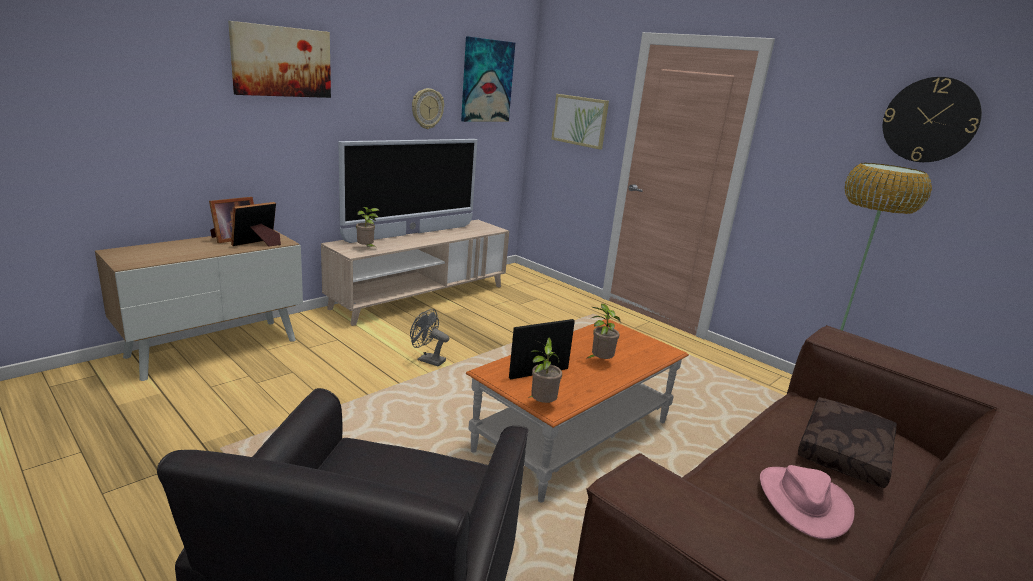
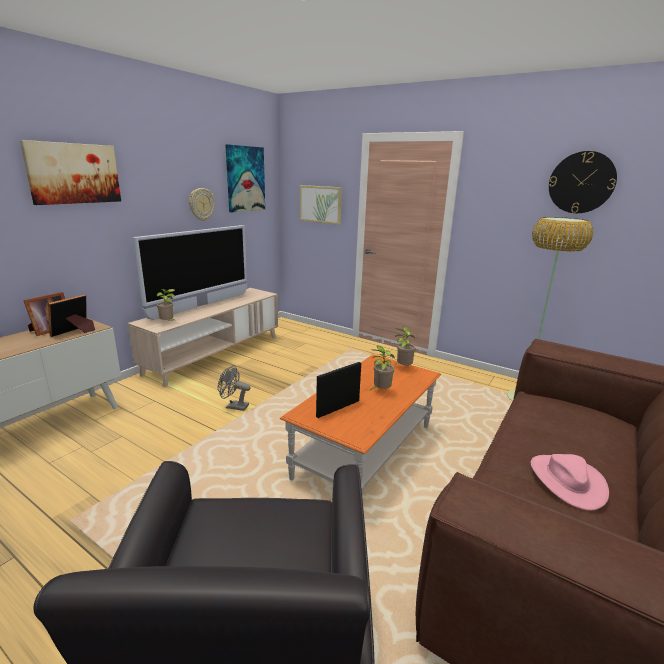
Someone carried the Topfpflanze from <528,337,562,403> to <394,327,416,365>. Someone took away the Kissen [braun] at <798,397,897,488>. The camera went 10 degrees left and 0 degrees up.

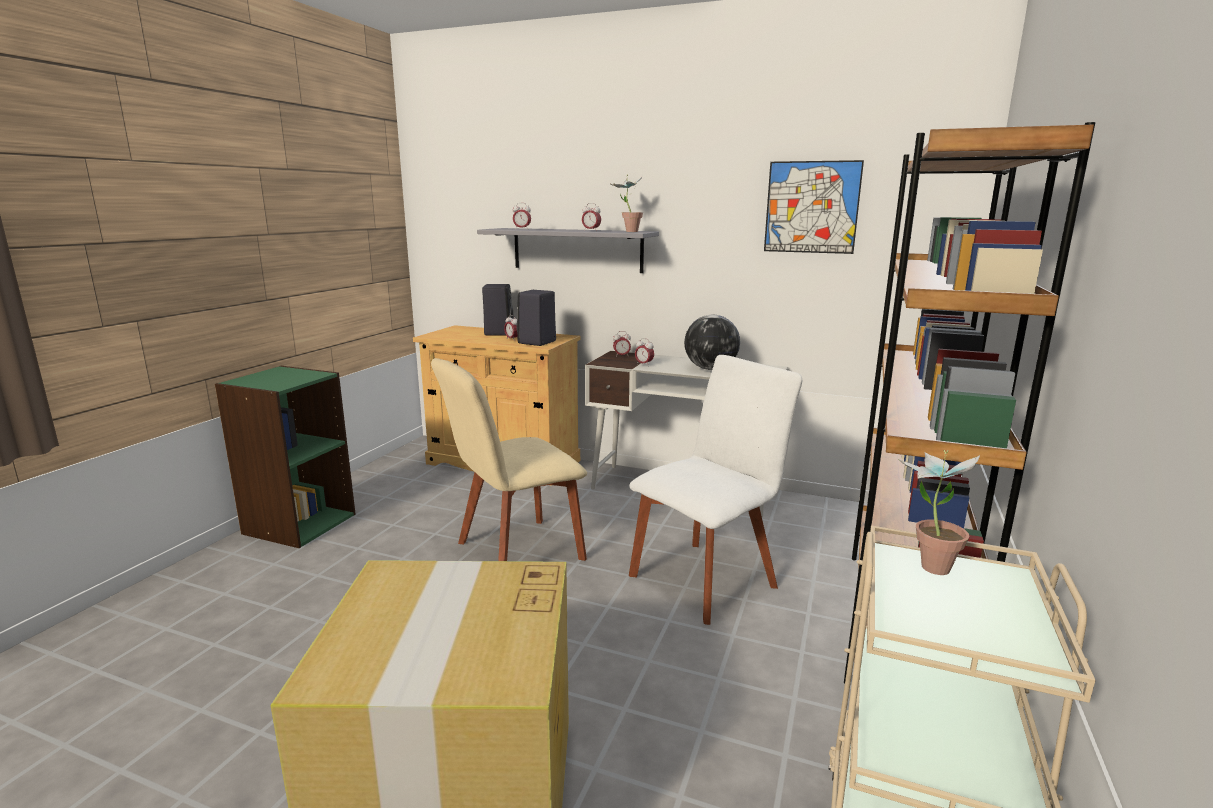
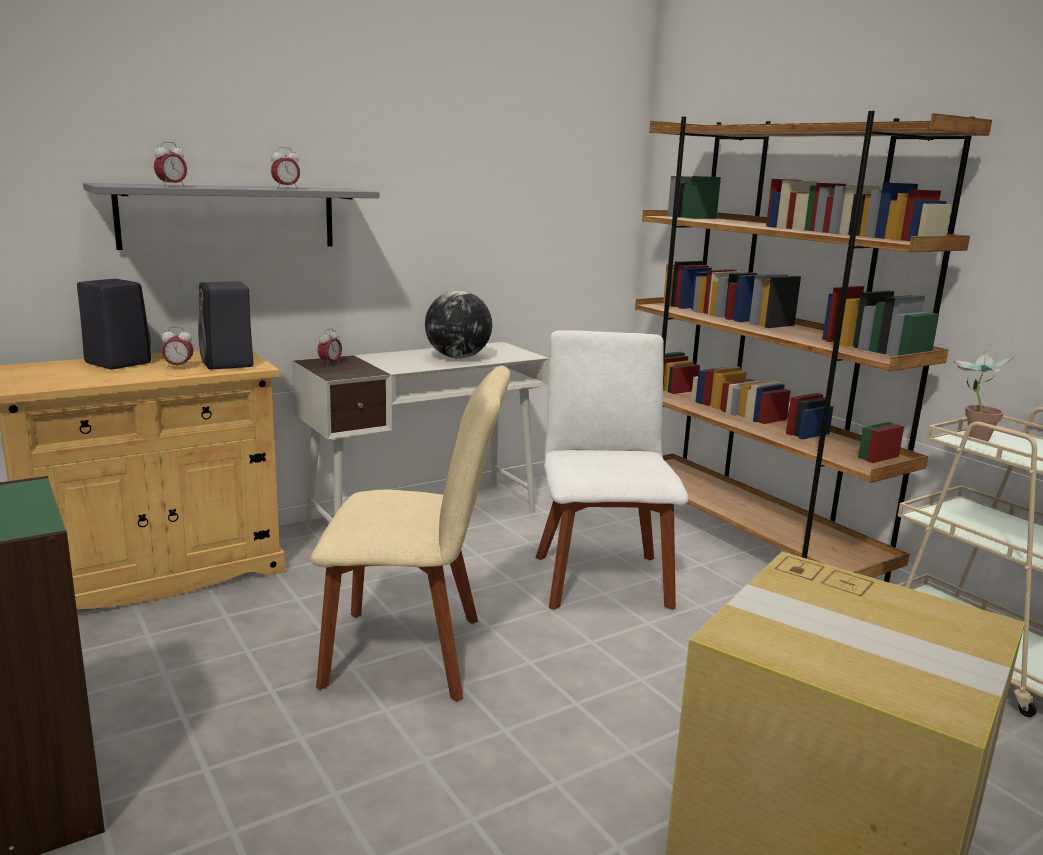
Someone took away the Bild at <764,160,864,254>. Someone took away the Topfpflanze at <611,174,643,232>. Someone took away the Wecker at <635,338,654,364>. Someone rotated the Stuhl [beige] at <431,358,587,561> by 90 degrees counterclockwise. The camera went 55 degrees left and 0 degrees up.

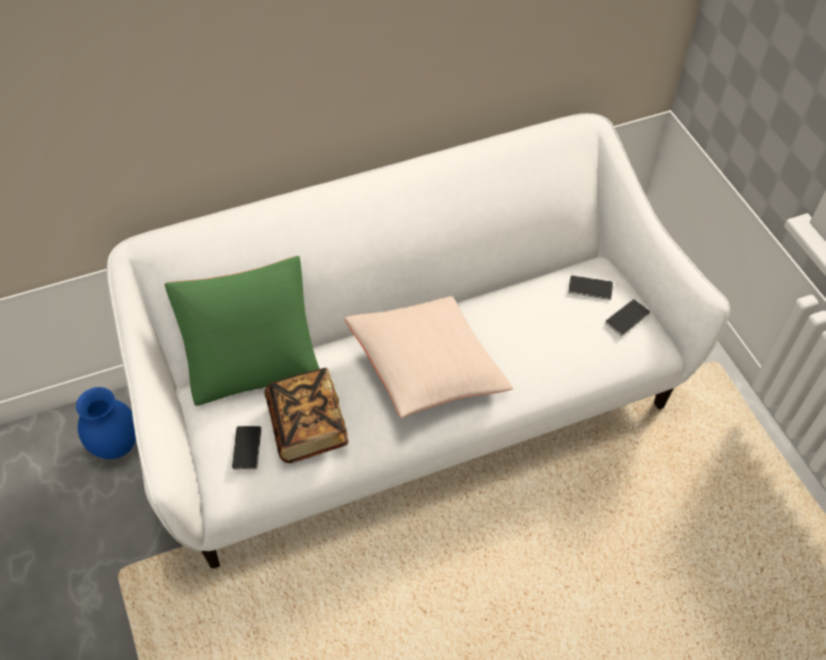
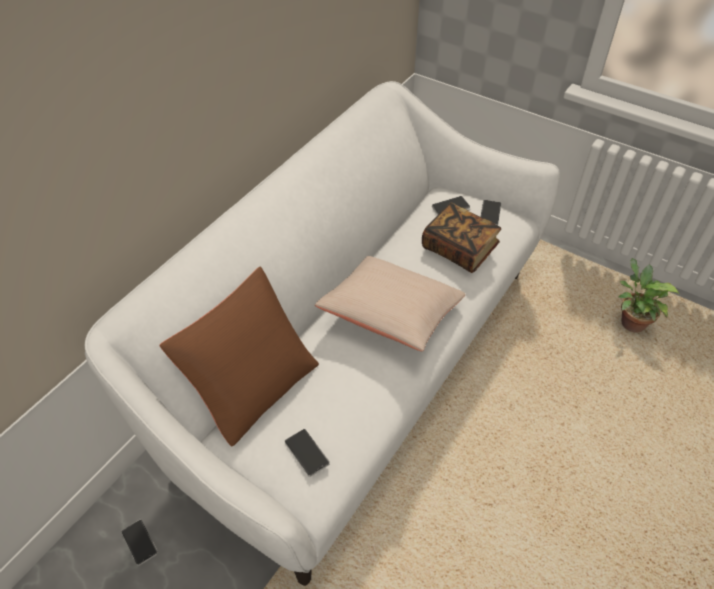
Someone repainted the Kissen [grün] at <165,256,320,406>, which became the Kissen [braun] at <160,267,319,447>. Someone carried the Buch from <265,368,348,463> to <422,203,501,273>. Someone swapped the Vase [blau] at <76,387,136,459> for the Handy at <121,519,158,566>. Someone put down the Topfpflanze at <618,258,680,332>. The camera went 35 degrees left and 5 degrees down.

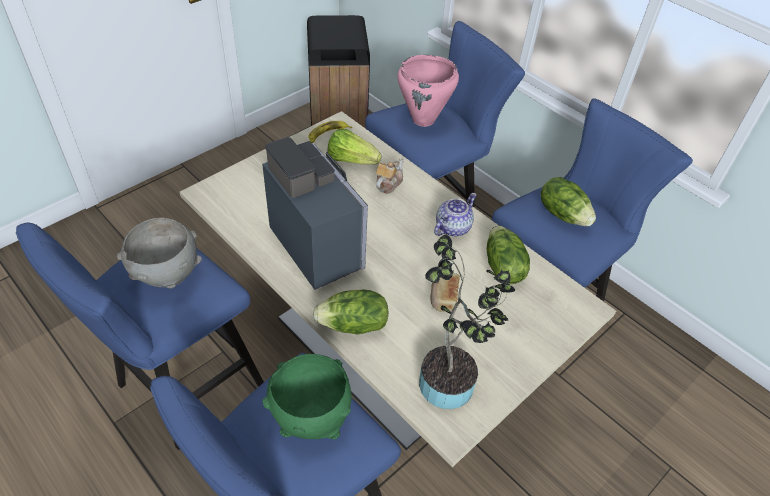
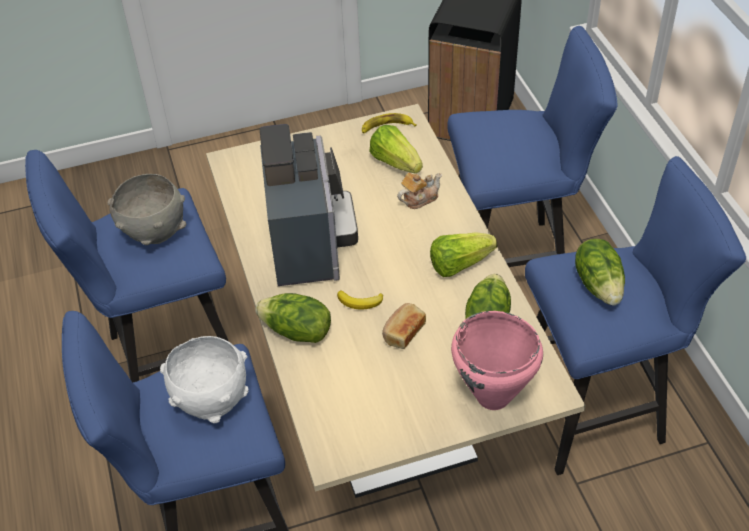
Someone carried the Kochtopf [rosa] from <397,55,459,127> to <451,311,543,410>. Someone swapped the Teekanne at <434,193,477,236> for the Salatkopf at <430,232,497,277>. Someone took away the Topfpflanze at <419,234,515,409>. Someone repainted the Schüssel [grün] at <262,354,352,439>, which became the Schüssel [weiß] at <160,336,248,423>. Someone put down the Banane at <337,290,383,310>. The camera went 30 degrees right and 0 degrees up.

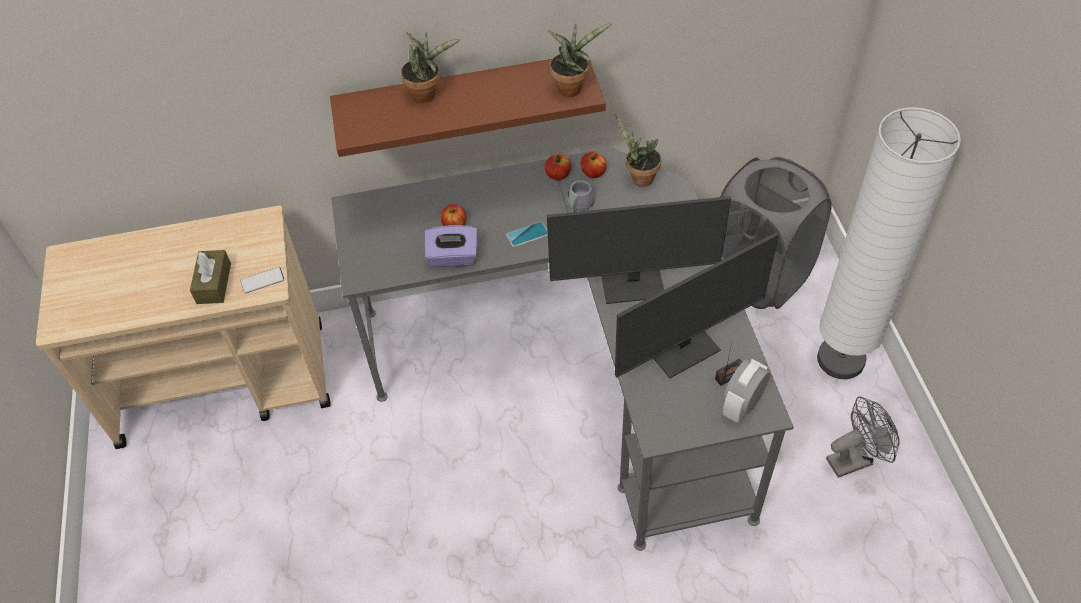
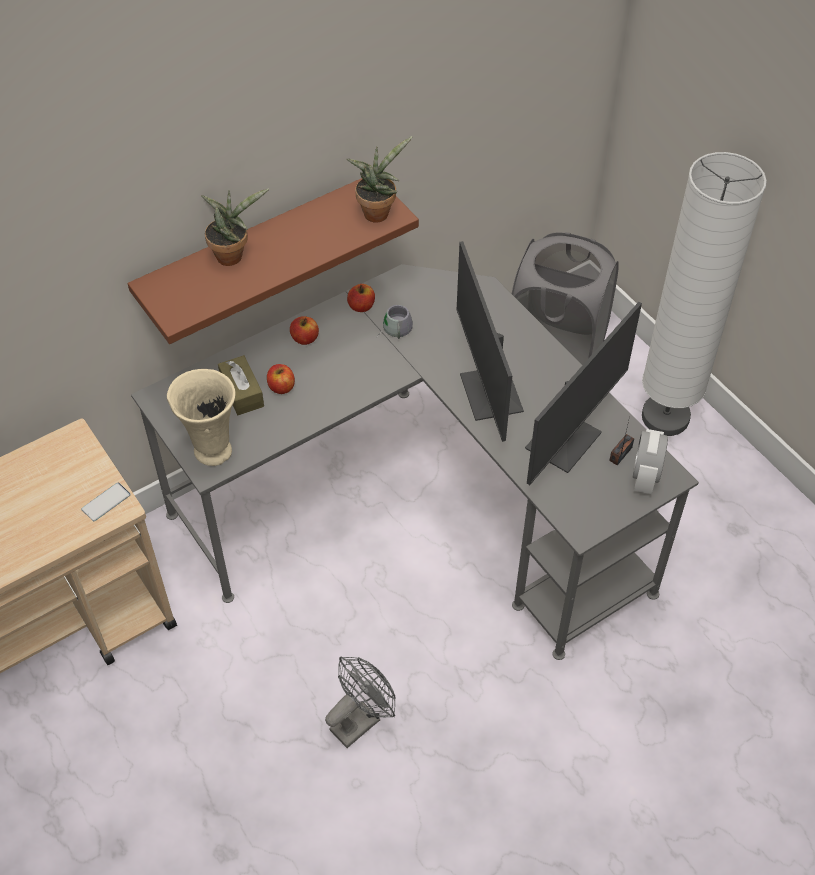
Someone took away the Topfpflanze at <615,112,661,187>. Someone carried the Apfel from <581,152,607,178> to <290,316,319,345>. Someone rotated the Monitor at <547,196,731,304> by 105 degrees clockwise. Someone took away the Handy at <506,222,548,247>. Someone took away the Taschentuchbox [lila] at <425,225,478,267>. Someone carried the Taschentuchbox [braun] from <190,250,231,304> to <218,355,264,415>. Someone carried the Ventilator [grau] from <826,396,900,478> to <325,657,396,748>. Someone put down the Vase [beige] at <167,369,235,466>. The camera went 25 degrees left and 0 degrees up.

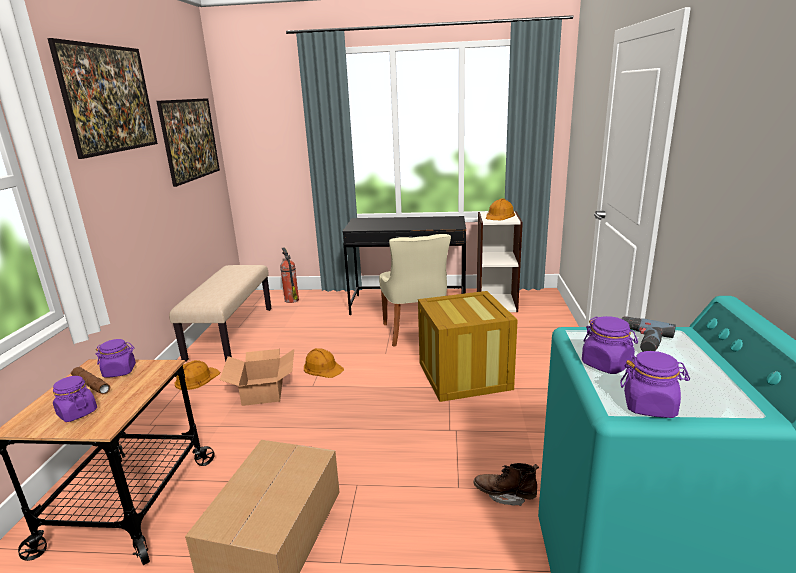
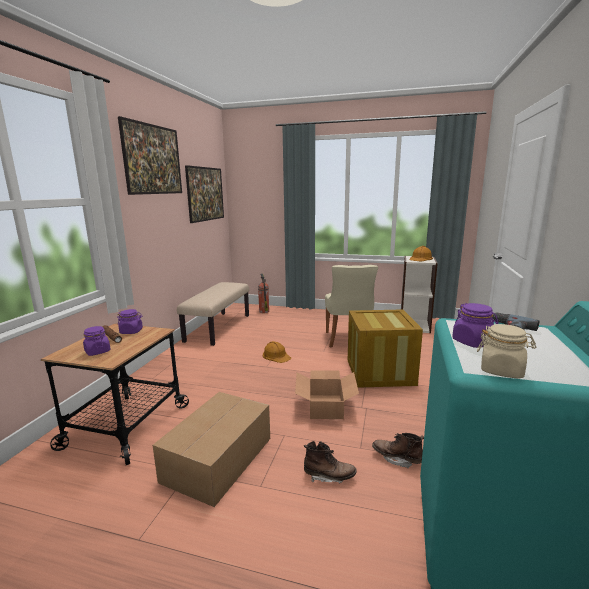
Someone took away the Schreibtisch [schwarz] at <343,216,466,315>. Someone carried the Karton from <220,349,294,406> to <295,370,359,419>. Someone repainted the Vorratsglas [lila] at <620,351,690,418>, which became the Vorratsglas [beige] at <477,324,536,379>. Someone took away the Schutzhelm [orange] at <175,360,220,390>. Someone put down the Stiefel [braun] at <304,441,357,484>. The camera went 10 degrees right and 5 degrees down.

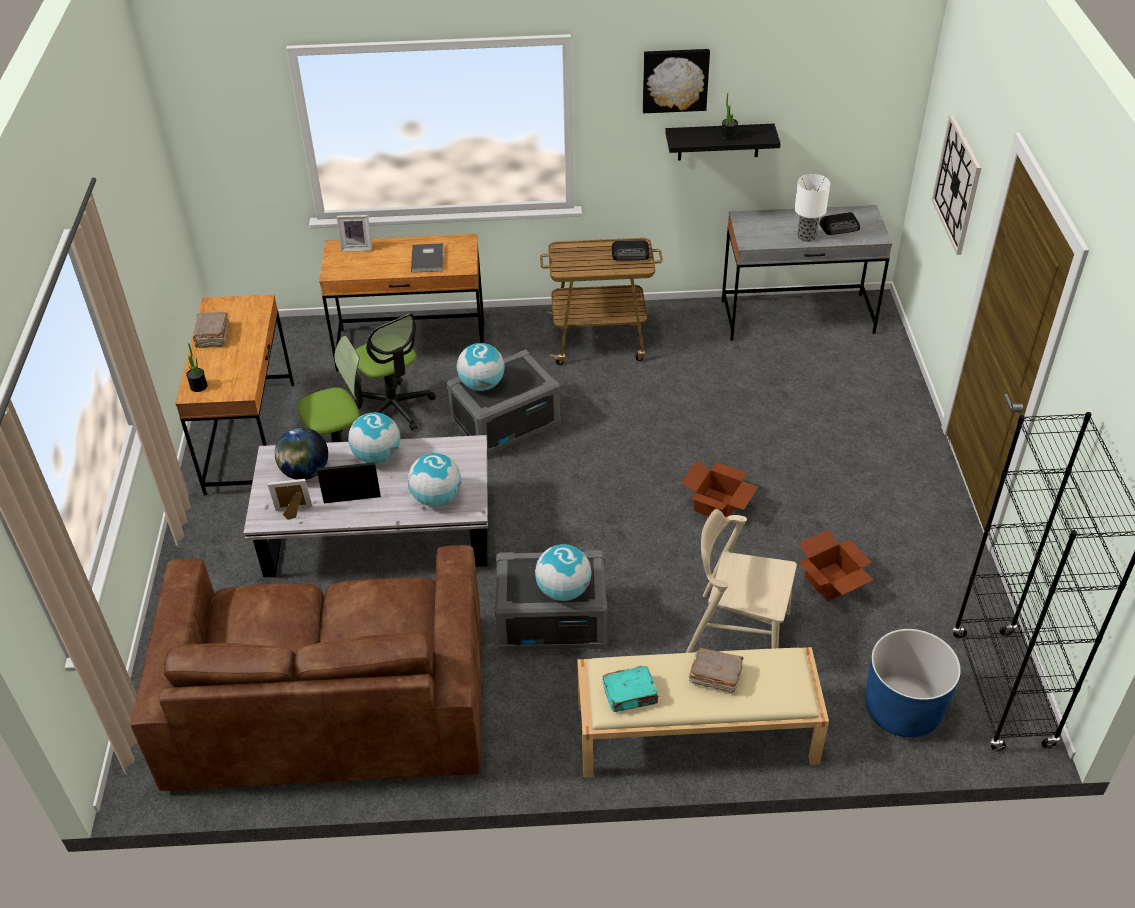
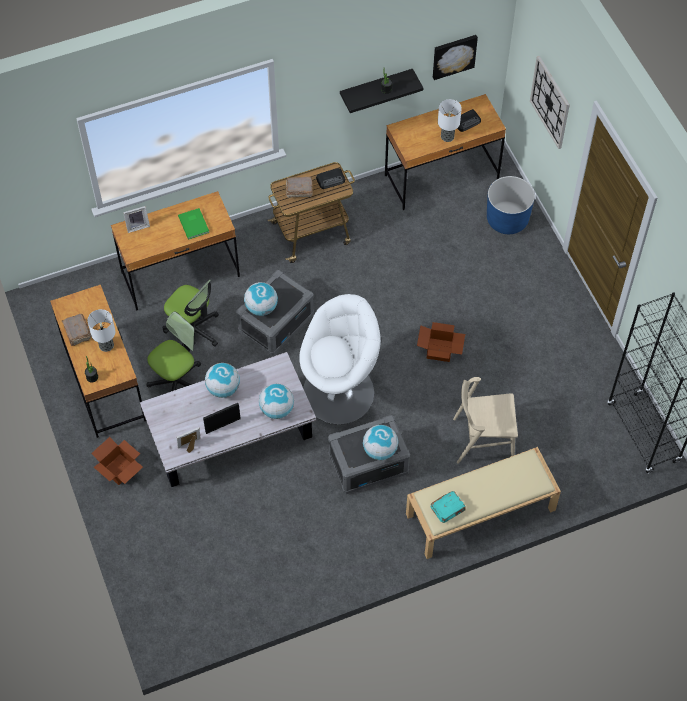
Someone carried the Bild from <643,49,710,113> to <433,35,478,80>. Someone repainted the Schreibtisch [grau] at <722,205,892,341>, which became the Schreibtisch [braun] at <385,94,506,210>. Someone repainted the Buch [grau] at <411,243,443,273>, which became the Buch [grün] at <178,208,209,240>. Someone took away the Globus at <275,427,328,480>. Someone carried the Karton from <799,529,873,602> to <91,437,143,485>. Someone took away the Sofa [braun] at <131,545,481,791>. Someone carried the Pflanzkübel [blau] from <865,629,961,737> to <487,176,535,234>. Someone carried the Buch [braun] from <689,647,744,693> to <286,177,312,197>. Someone put down the Sessel [weiß] at <299,294,381,425>. Someone put down the Tischlampe at <87,309,115,352>. The camera went 20 degrees left and 15 degrees up.

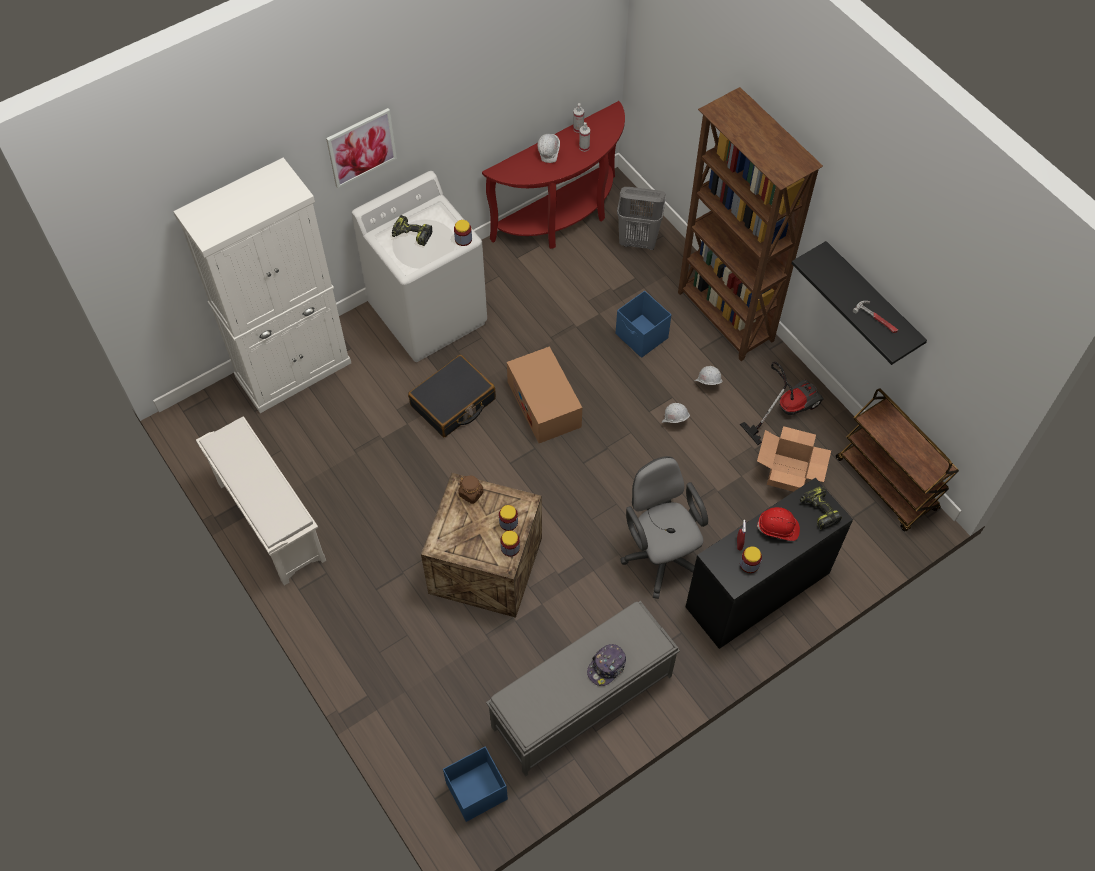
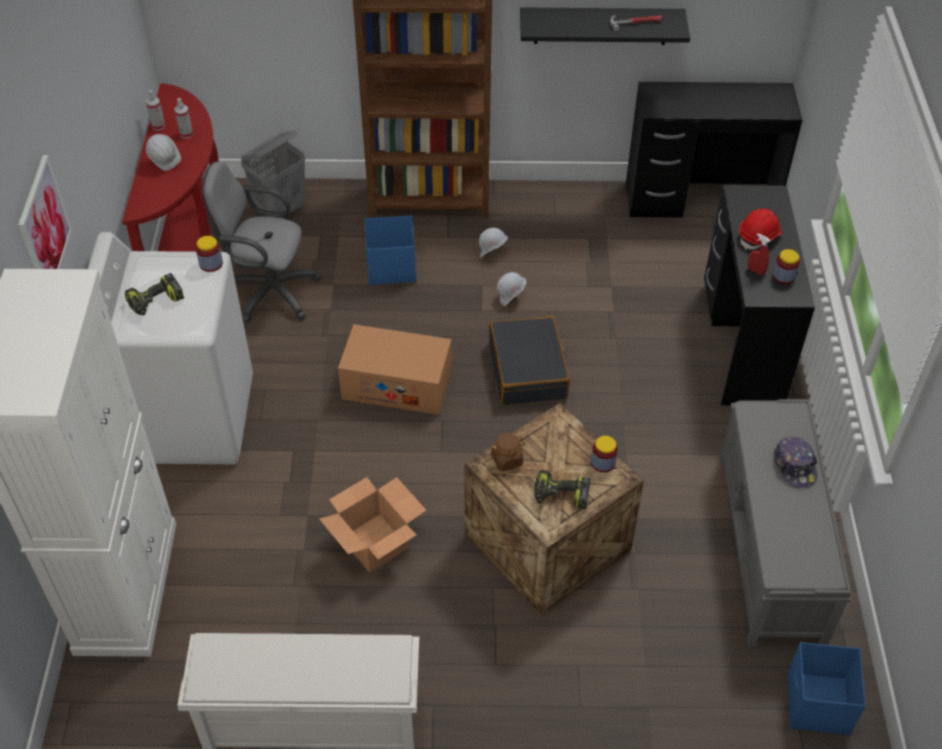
Someone carried the Koffer [schwarz] from <408,355,496,437> to <489,316,570,405>. Someone took away the Staubsauger at <740,362,824,445>. Someone swapped the Rollwagen [braun] at <836,388,959,531> for the Schreibtisch [schwarz] at <626,82,802,218>. Someone carried the Karton from <757,426,831,492> to <319,477,427,573>. Someone carried the Bürostuhl [grau] from <621,456,708,599> to <202,162,321,323>. Someone carried the Bohrmaschine from <800,486,842,530> to <534,469,591,509>. Someone took away the Vorratsglas at <499,505,518,531>. The camera went 55 degrees left and 10 degrees down.

